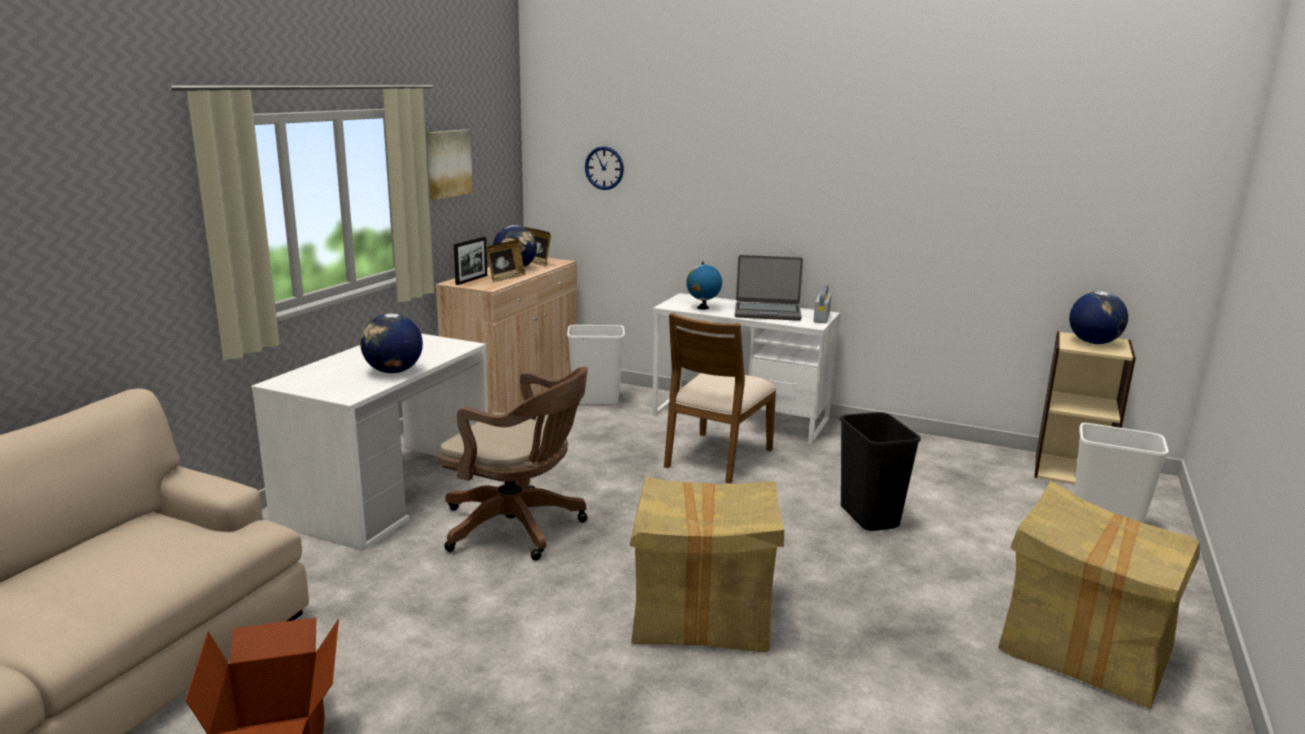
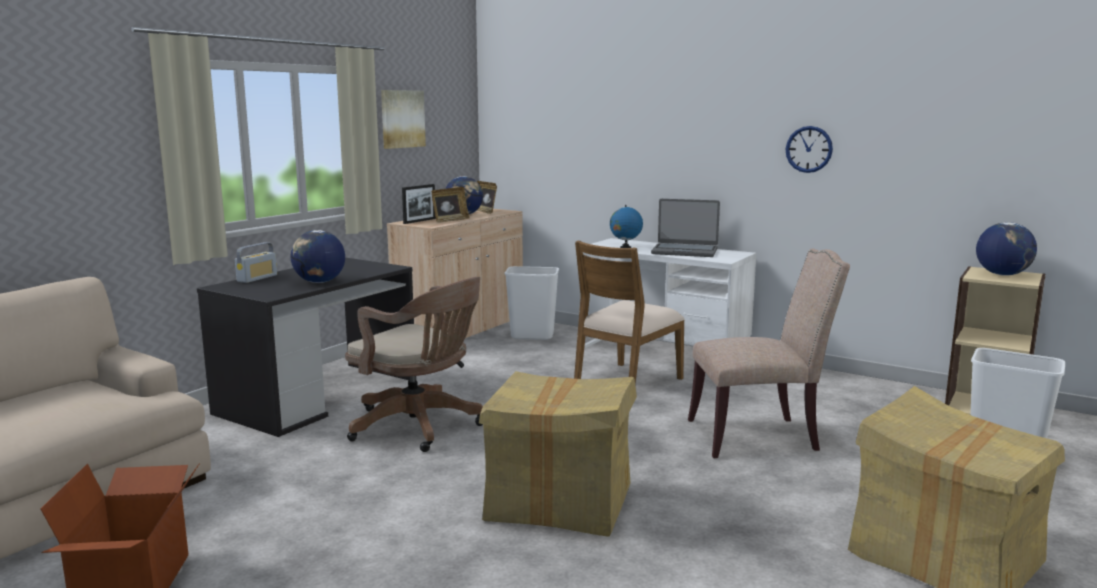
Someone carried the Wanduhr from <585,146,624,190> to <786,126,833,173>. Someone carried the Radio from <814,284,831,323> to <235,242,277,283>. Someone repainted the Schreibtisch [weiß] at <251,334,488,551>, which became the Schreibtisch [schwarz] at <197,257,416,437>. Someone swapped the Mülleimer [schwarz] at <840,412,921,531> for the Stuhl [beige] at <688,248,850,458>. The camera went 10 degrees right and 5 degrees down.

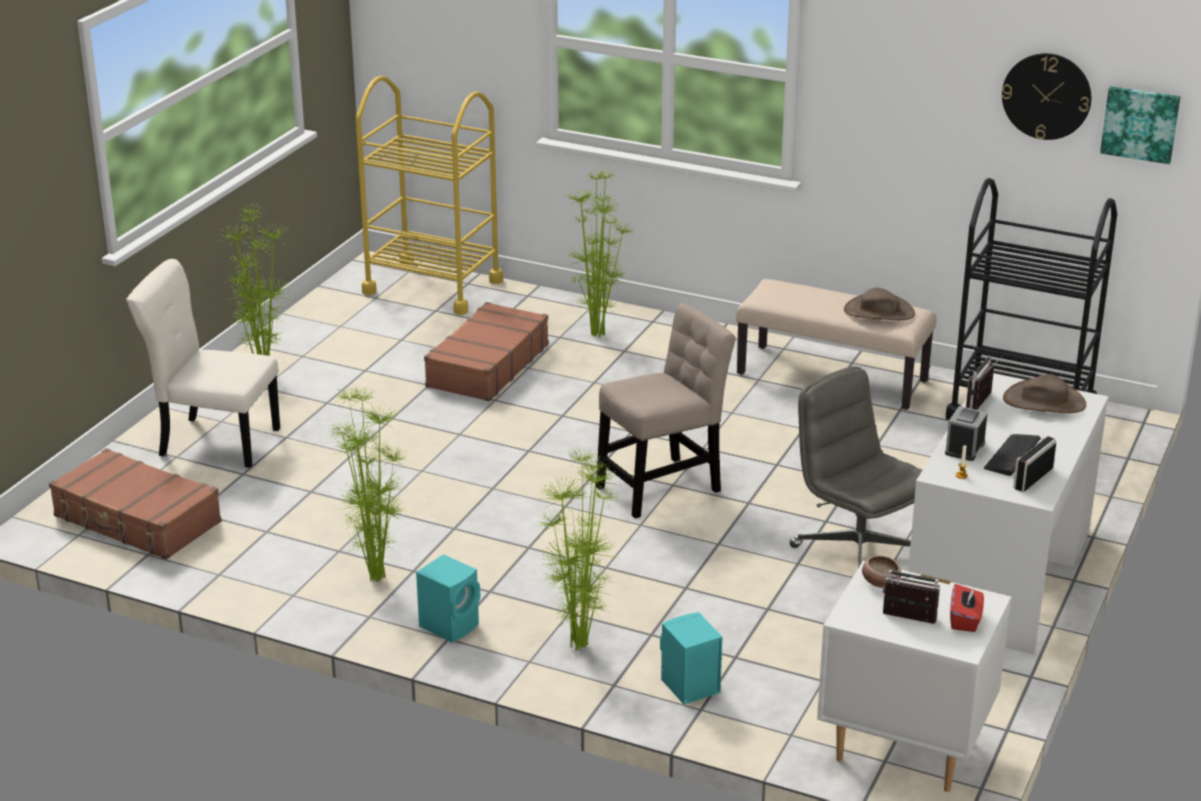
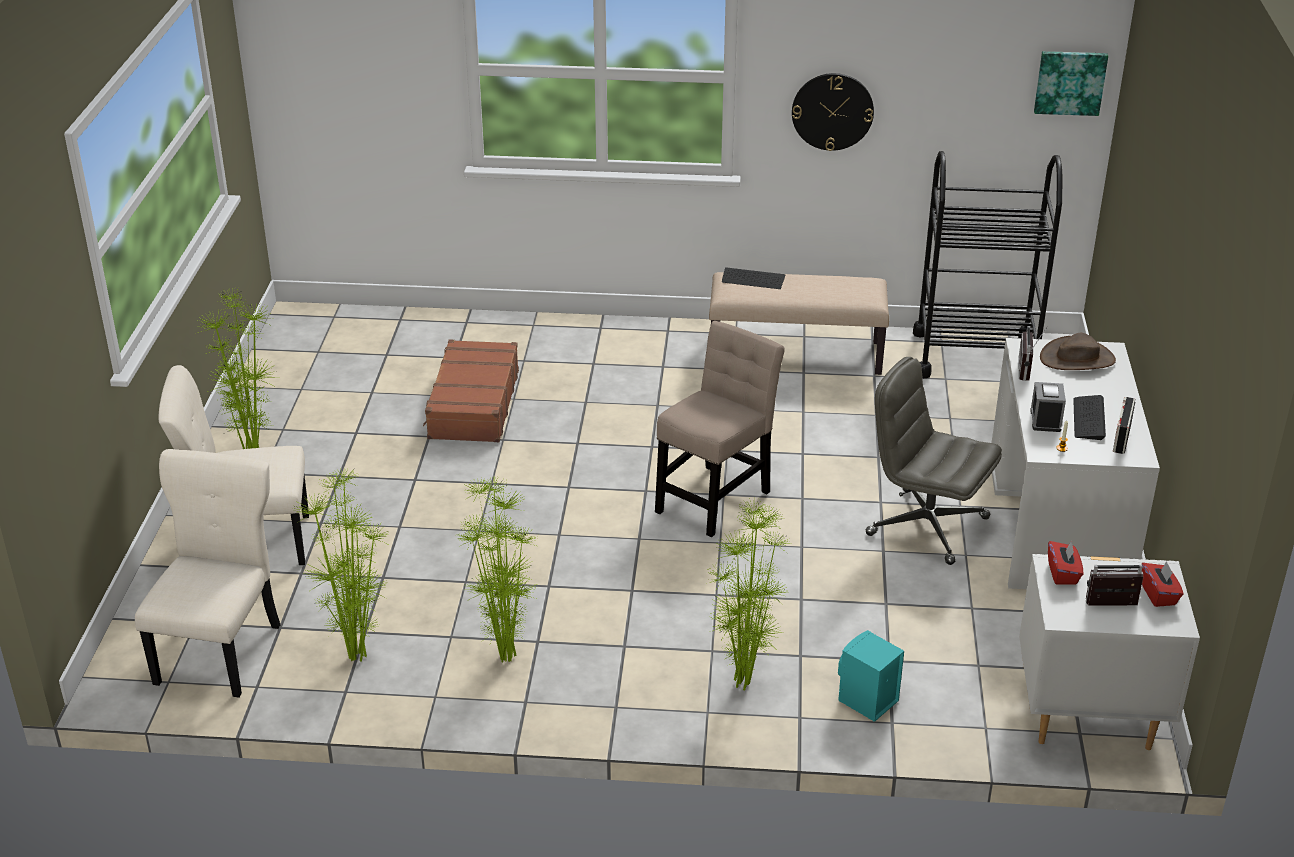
Someone carried the Wanduhr from <1002,53,1091,140> to <792,73,874,151>. Someone took away the Rollwagen [gelb] at <356,76,503,315>. Someone carried the Topfpflanze from <565,170,635,337> to <292,468,388,662>. Someone took away the Hut [braun] at <844,288,915,320>. Someone swapped the Koffer [braun] at <49,448,222,560> for the Stuhl [beige] at <135,449,280,698>. Someone took away the Lautsprecher [türkis] at <416,554,480,643>. Someone swapped the Schüssel at <862,555,901,588> for the Taschentuchbox [rot] at <1048,541,1083,585>. Someone put down the Tastatur at <722,267,786,289>. The camera went 20 degrees left and 5 degrees up.

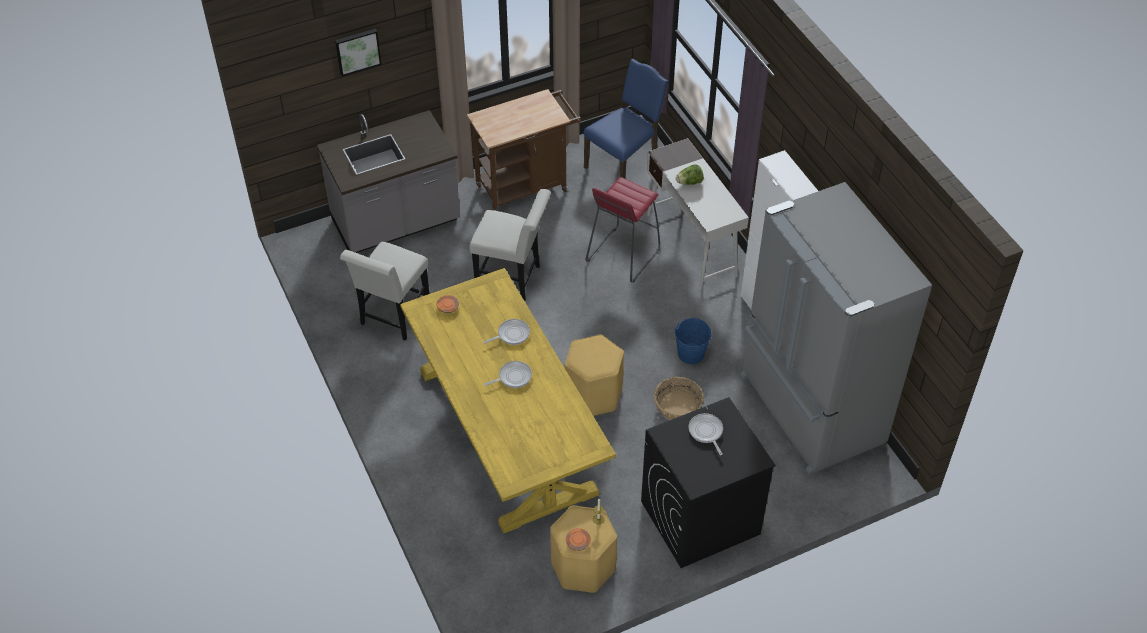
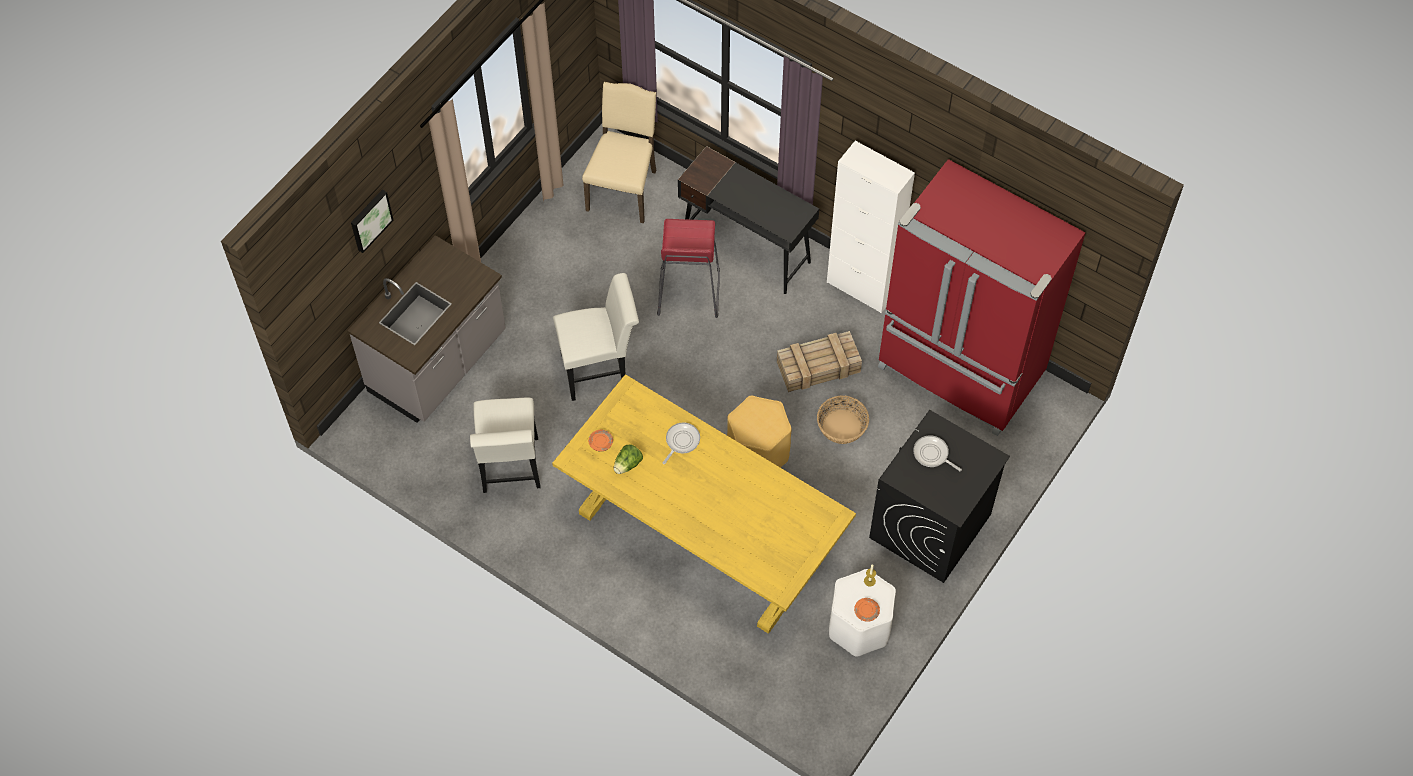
Someone repainted the Stuhl [blau] at <584,59,668,179>, which became the Stuhl [beige] at <582,82,657,223>. Someone took away the Rollwagen [braun] at <467,89,581,211>. Someone repainted the Schreibtisch [weiß] at <647,138,749,290>, which became the Schreibtisch [schwarz] at <678,146,819,294>. Someone carried the Salatkopf from <676,165,704,185> to <614,444,643,474>. Someone repainted the Kühlschrank [grau] at <740,182,932,475>, which became the Kühlschrank [rot] at <878,159,1086,436>. Someone swapped the Eimer [blau] at <675,318,712,364> for the Kiste at <777,331,862,392>. Someone took away the Pfanne at <484,361,532,388>. Someone repainted the Hocker [gelb] at <550,505,617,593>, which became the Hocker [weiß] at <829,569,896,657>. The camera went 30 degrees left and 10 degrees up.

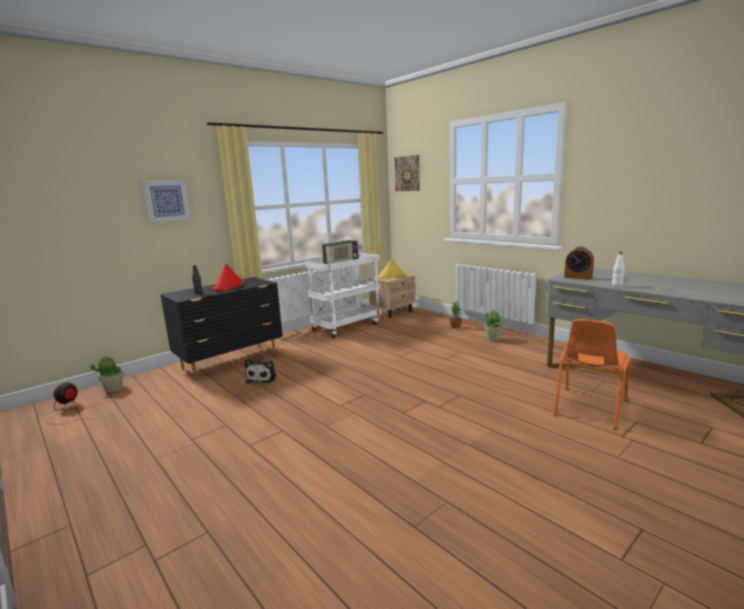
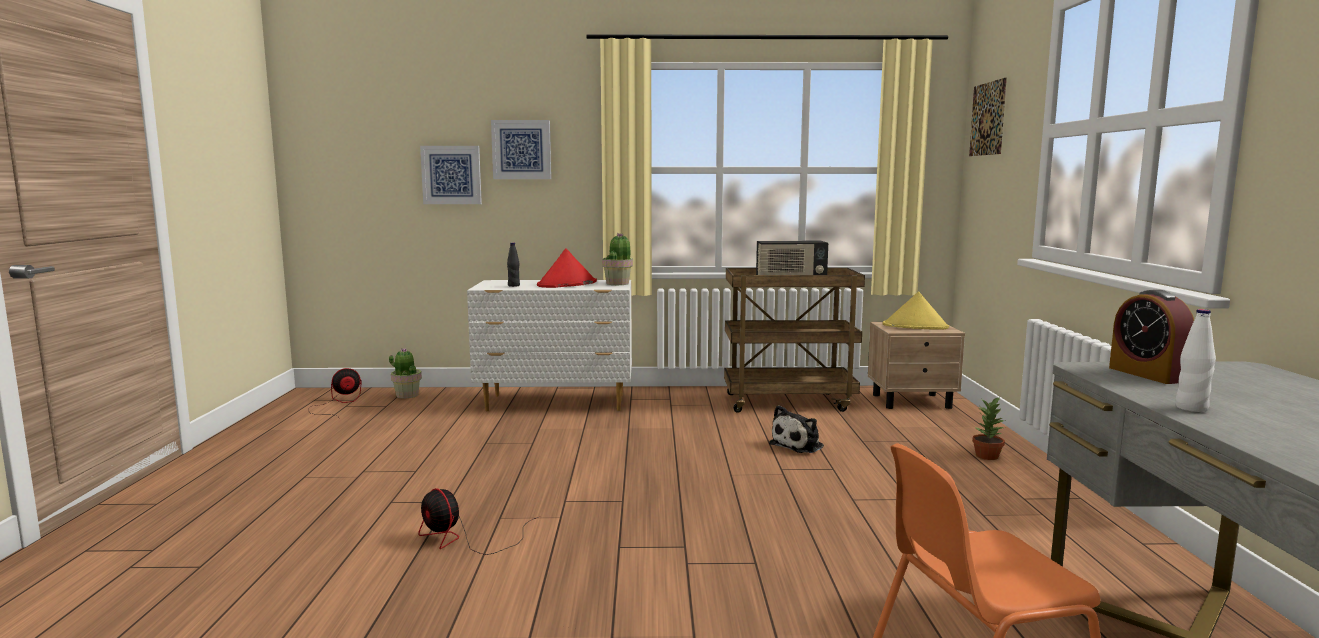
Someone repainted the Rollwagen [weiß] at <305,252,381,338>, which became the Rollwagen [braun] at <724,268,865,413>. Someone repainted the Kommode [schwarz] at <160,277,283,380>, which became the Kommode [weiß] at <467,280,632,411>. Someone carried the Topfpflanze from <485,310,503,341> to <602,233,633,285>. Someone carried the Plüschtier from <245,359,277,384> to <769,405,824,453>. Someone put up the Bild at <420,146,482,204>. Someone put down the Ventilator at <418,488,541,555>. The camera went 40 degrees right and 5 degrees down.

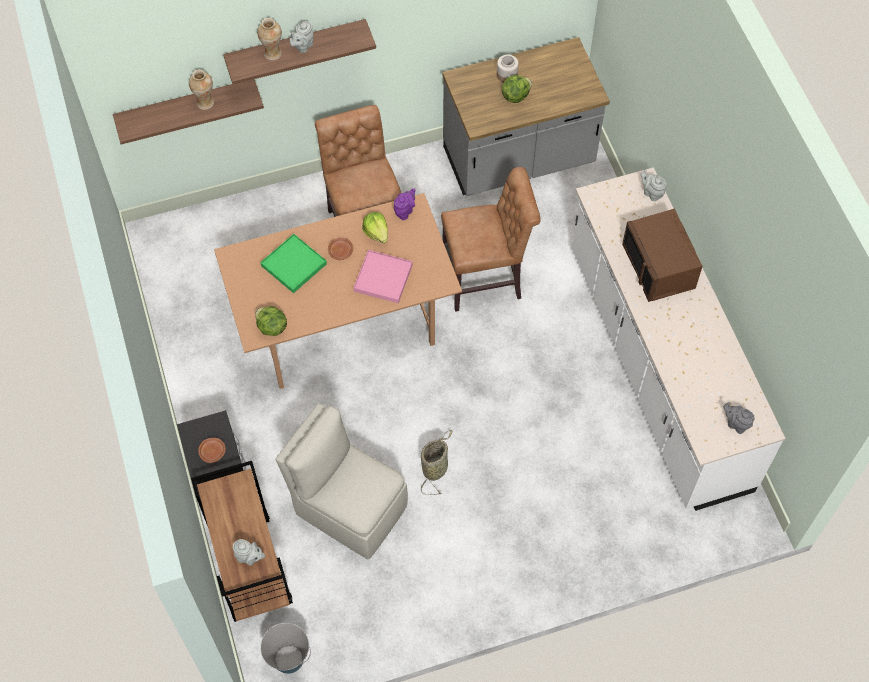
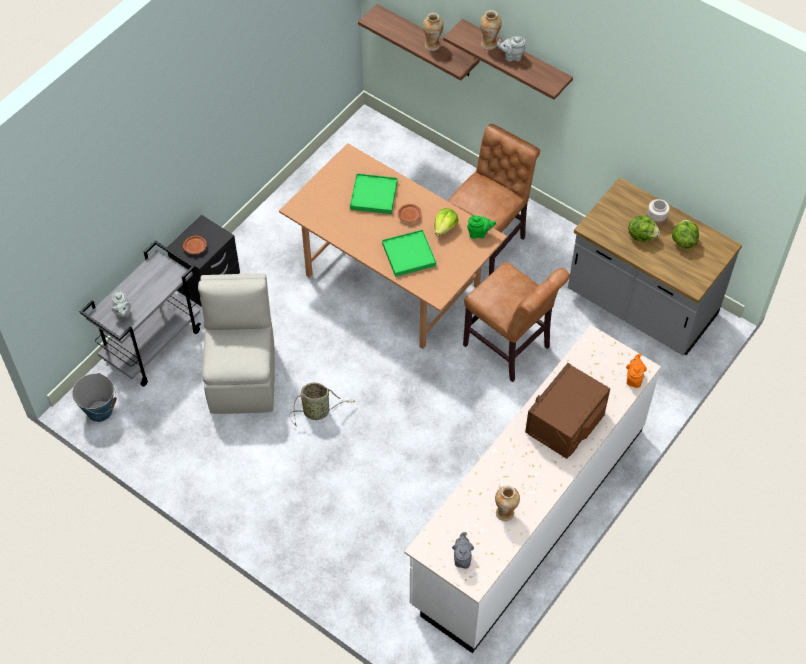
Someone repainted the Teekanne [grau] at <641,169,667,201>, which became the Teekanne [orange] at <626,354,647,388>. Someone repainted the Teekanne [lila] at <394,189,415,220>, which became the Teekanne [grün] at <467,216,496,239>. Someone repainted the Tablett [rosa] at <354,250,413,303>, which became the Tablett [grün] at <382,230,436,277>. Someone carried the Salatkopf from <255,306,287,336> to <672,219,699,249>. Someone repainted the Rollwagen [braun] at <191,461,293,622>, which became the Rollwagen [grau] at <80,241,201,387>. Someone put down the Vase at <495,485,520,521>. The camera went 55 degrees right and 5 degrees down.

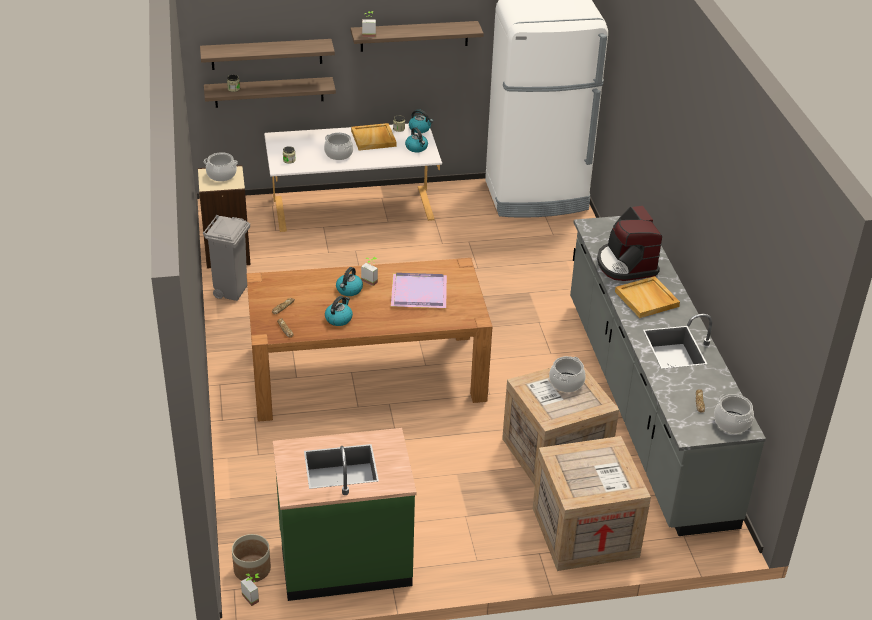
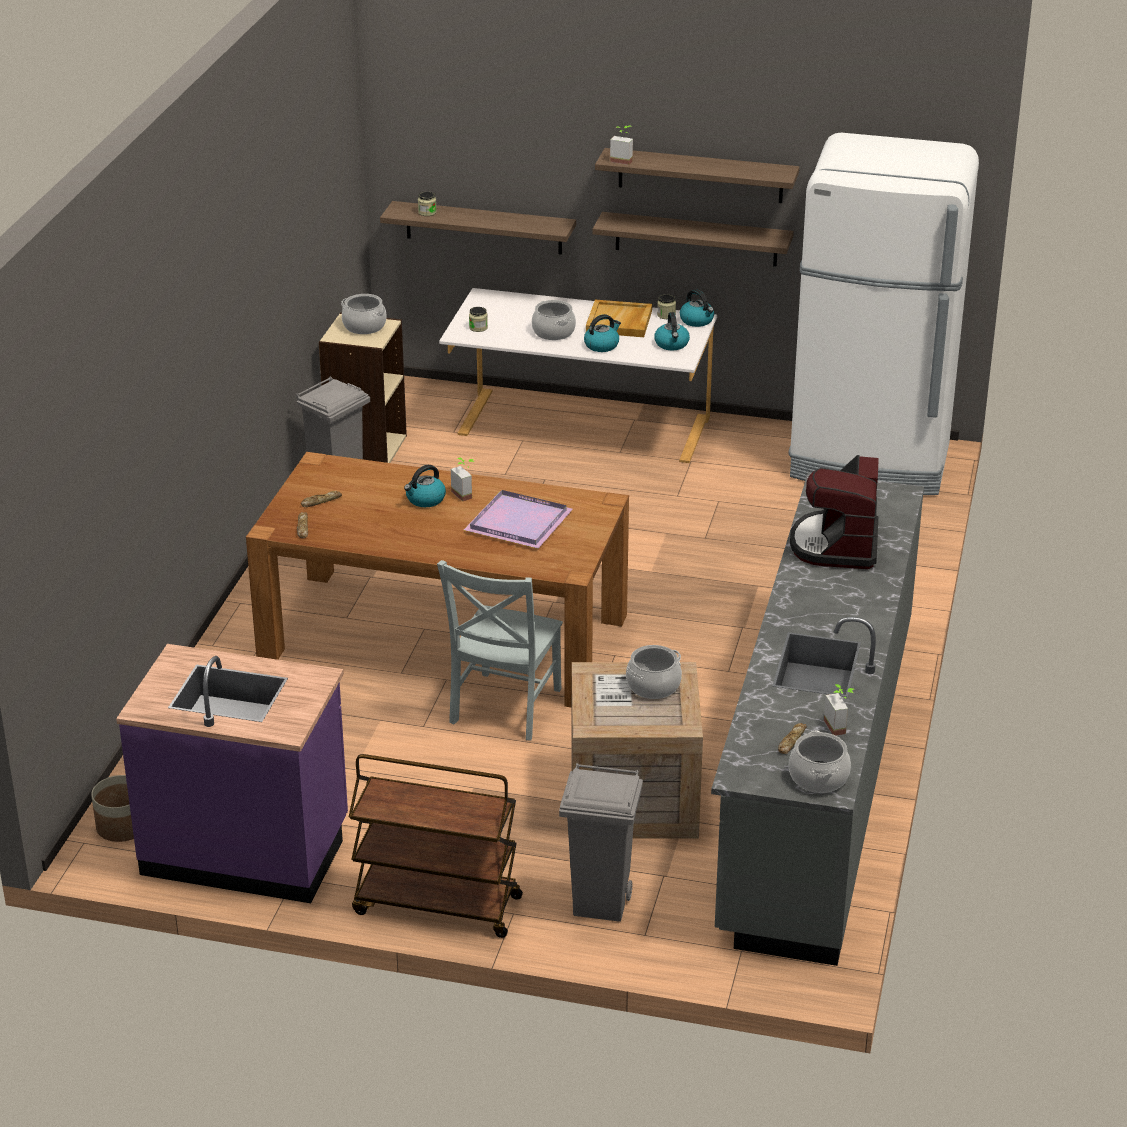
Someone carried the Wandregal from <200,39,335,70> to <593,212,794,267>. Someone took away the Tablett [beige] at <615,276,680,318>. Someone carried the Wasserkessel from <325,296,353,326> to <584,314,621,352>. Someone repainted the Küchenzeile [grün] at <273,428,417,601>, which became the Küchenzeile [lila] at <116,644,348,903>. Someone swapped the Kiste at <533,436,651,571> for the Mülleimer [grau] at <559,763,643,922>. Someone carried the Topfpflanze from <241,573,259,606> to <824,684,854,736>. Someone put down the Stuhl [grau] at <437,560,563,740>. Someone put down the Rollwagen [braun] at <349,754,523,938>. The camera went 25 degrees right and 5 degrees down.

